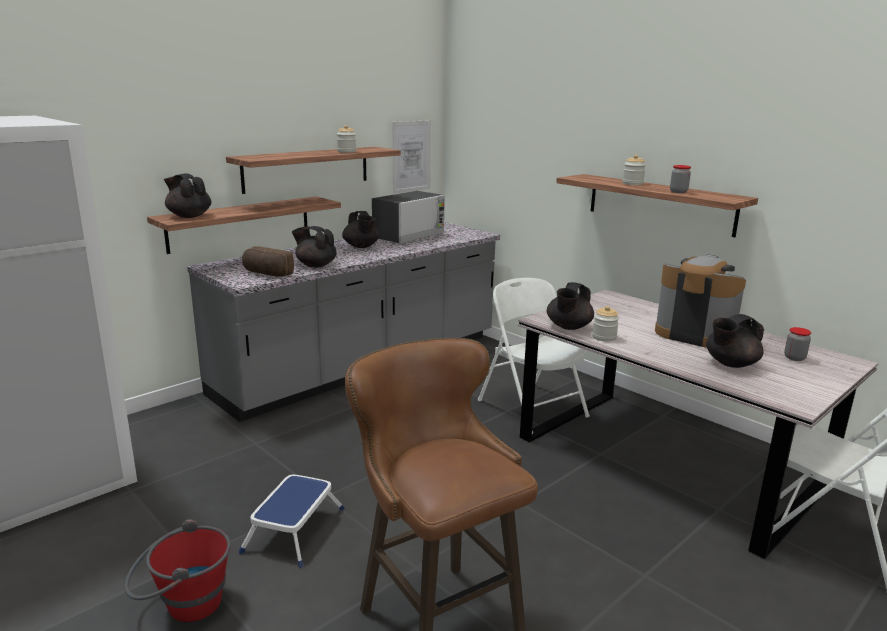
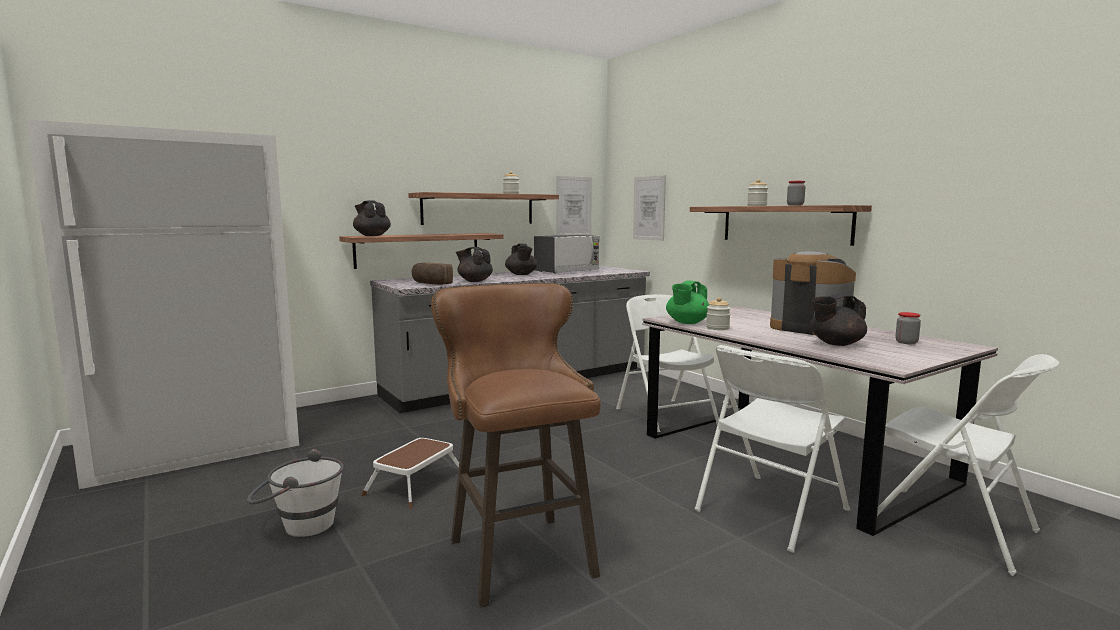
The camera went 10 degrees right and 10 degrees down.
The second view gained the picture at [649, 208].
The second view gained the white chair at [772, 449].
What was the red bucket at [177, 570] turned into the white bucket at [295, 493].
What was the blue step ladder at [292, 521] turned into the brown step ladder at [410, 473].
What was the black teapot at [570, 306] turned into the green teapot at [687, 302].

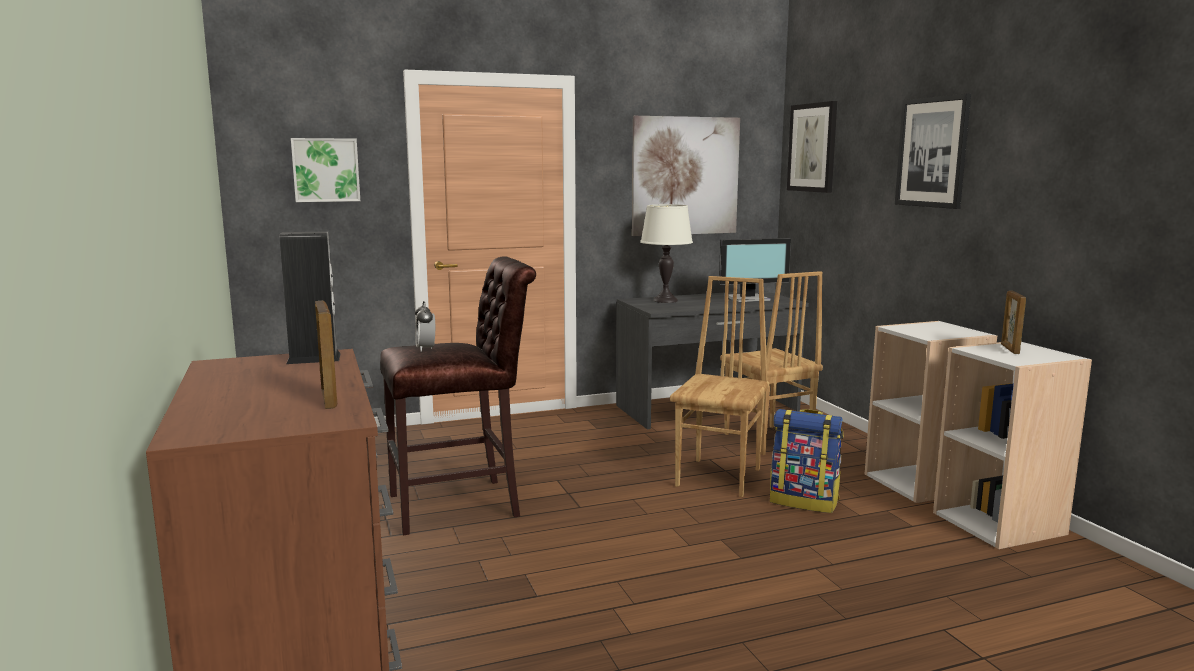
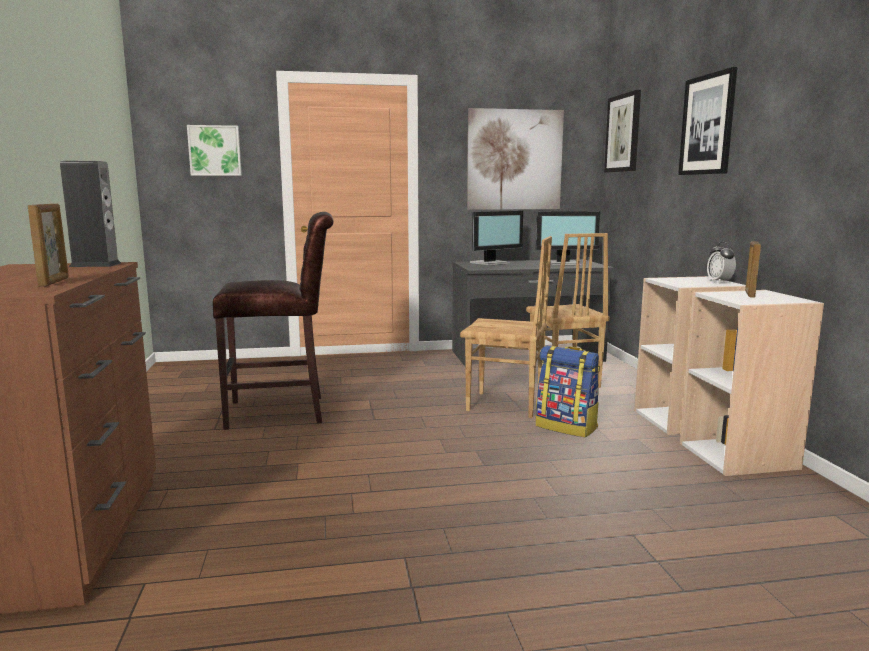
The camera went 10 degrees right and 0 degrees up.
The alarm clock ended up elsewhere, having gone from [425, 326] to [721, 262].
Where the white table lamp stood at [666, 253], the monitor came to stand at [496, 238].
The brown chair at [719, 386] ended up facing another way, 75 degrees clockwise from before.

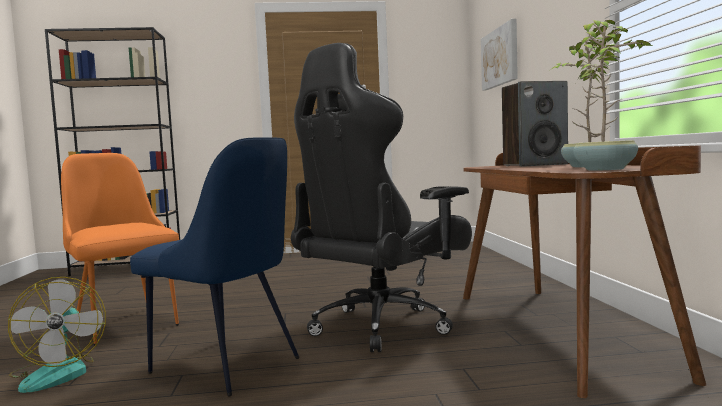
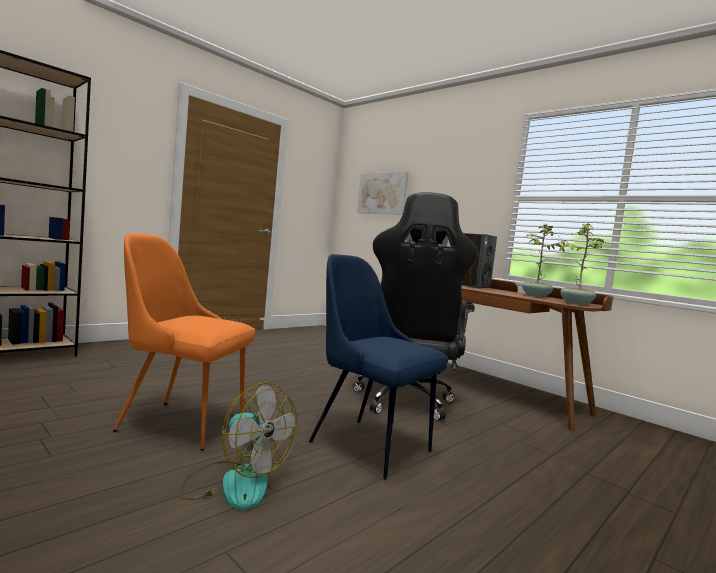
The camera went 40 degrees left and 0 degrees up.
The blue chair at [214, 266] ended up facing another way, 135 degrees counterclockwise from before.

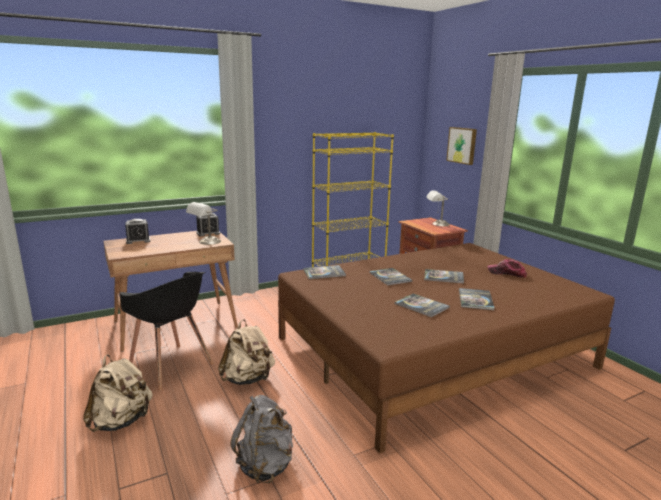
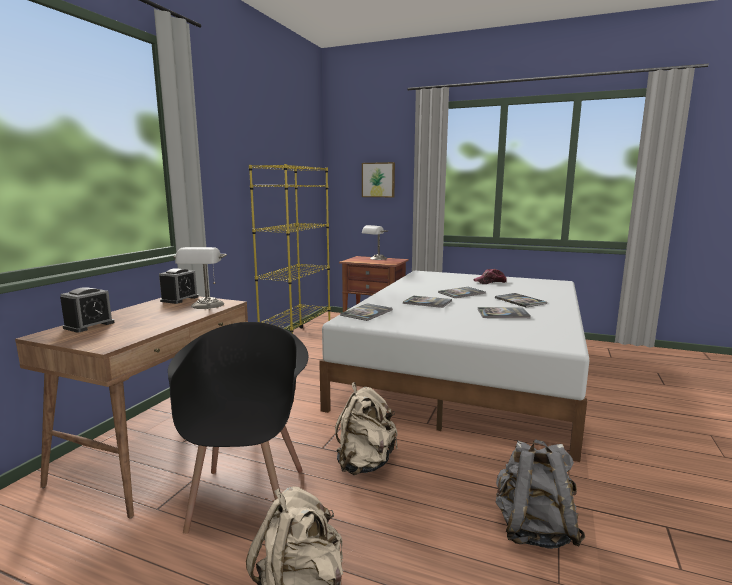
The camera went 40 degrees left and 5 degrees down.
What was the brown bed at [446, 348] turned into the white bed at [454, 366].
The black chair at [167, 331] ended up facing another way, 90 degrees counterclockwise from before.

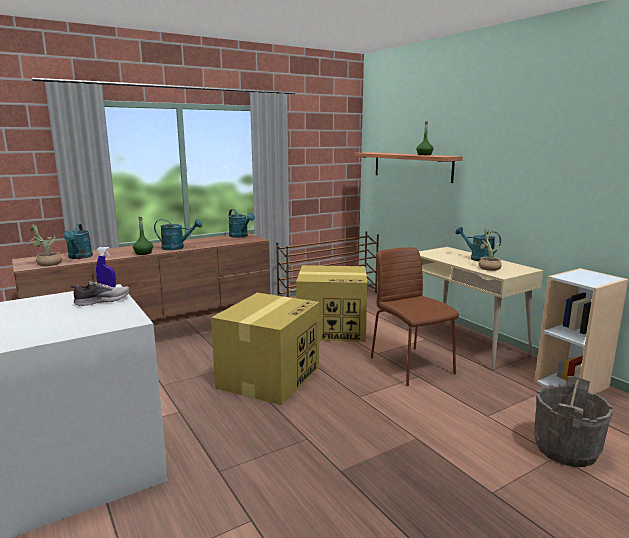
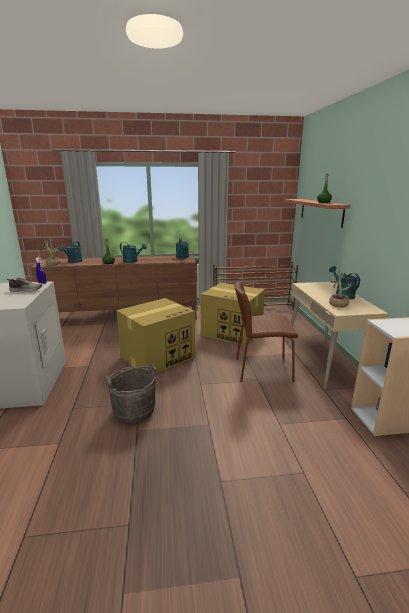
The camera went 25 degrees right and 5 degrees up.
The grey bucket ended up elsewhere, having gone from [573, 421] to [131, 393].
The brown chair at [415, 316] ended up facing another way, 90 degrees counterclockwise from before.

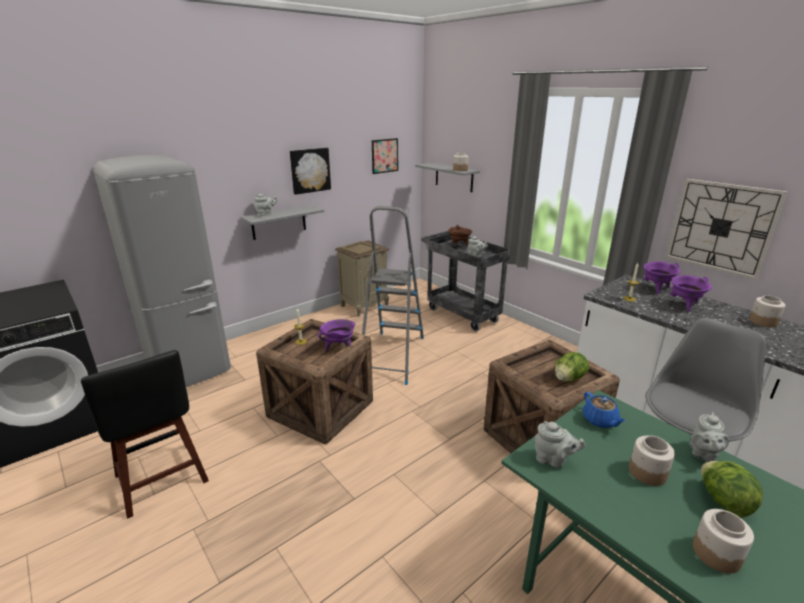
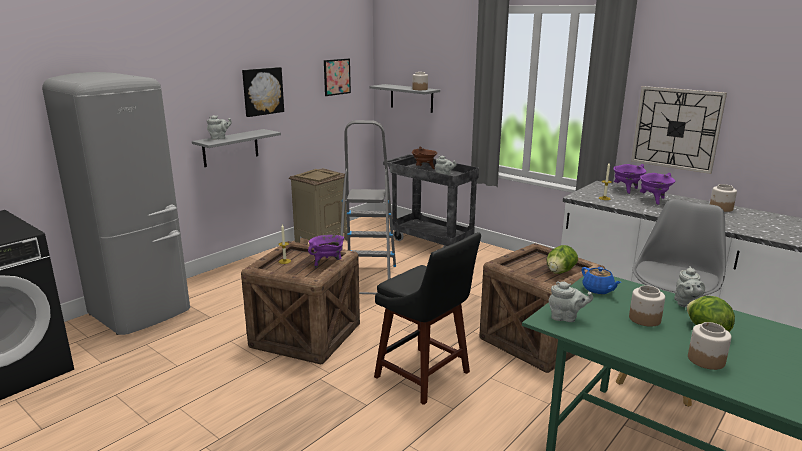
The camera went 10 degrees left and 5 degrees down.
The black chair ended up elsewhere, having gone from [145, 434] to [427, 318].

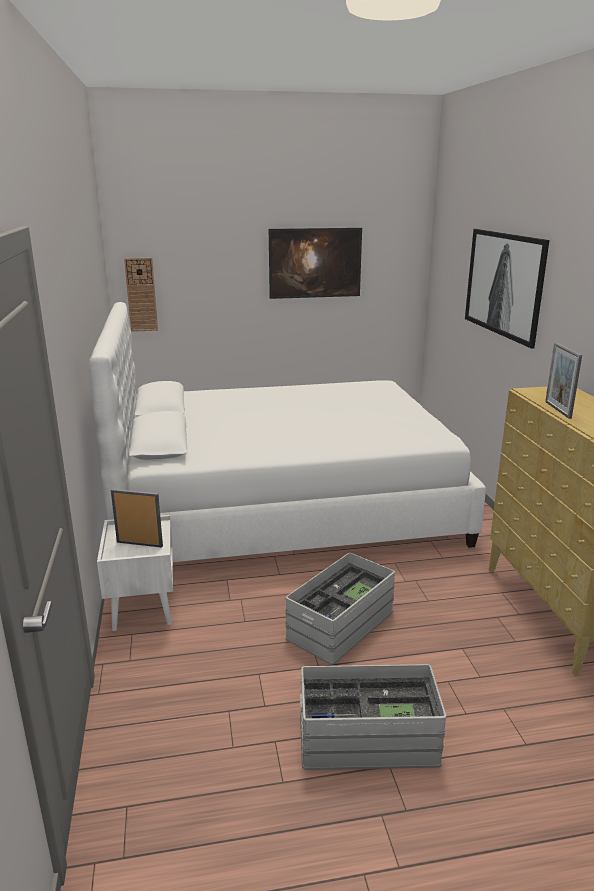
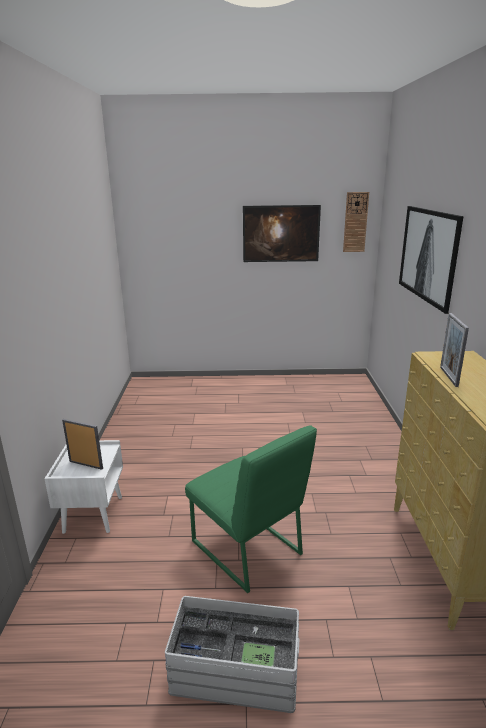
The camera went 10 degrees right and 0 degrees up.
The second view lost the white bed at [287, 432].
The wall clock ended up elsewhere, having gone from [141, 295] to [356, 222].
Where the grey storage box stood at [340, 609], the green chair came to stand at [251, 509].

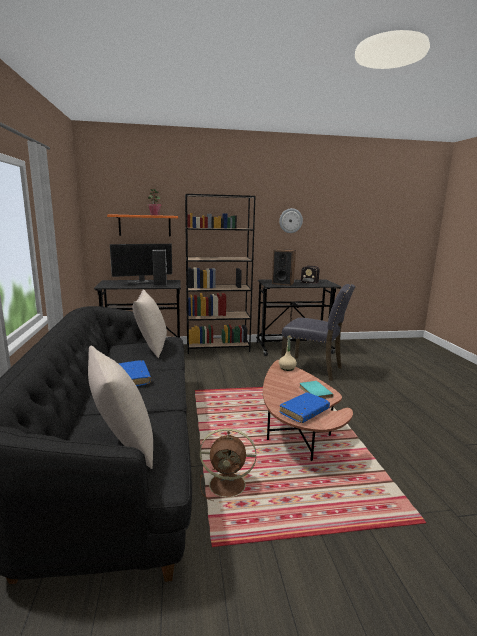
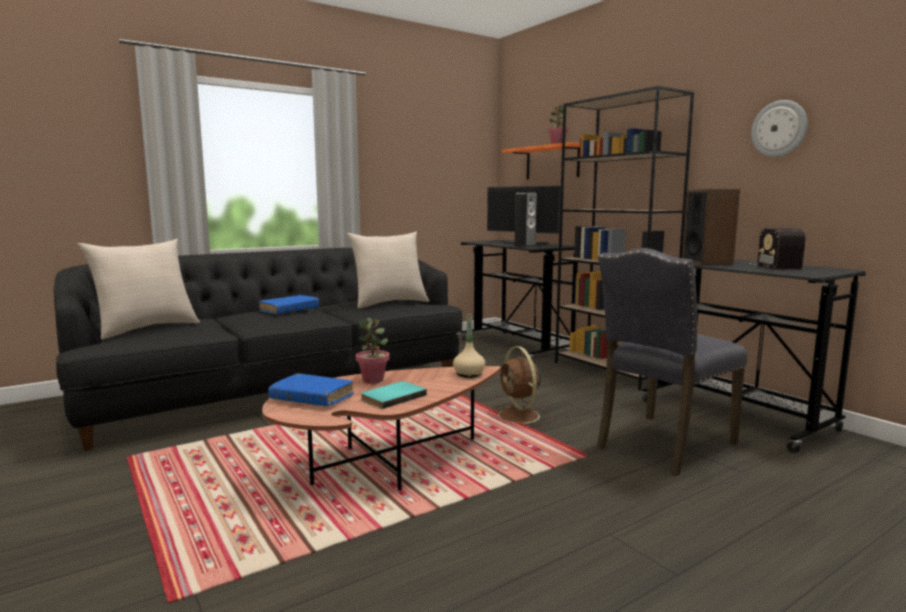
The camera went 65 degrees right and 5 degrees down.
The second view gained the potted plant at [373, 350].
The brown fan ended up elsewhere, having gone from [228, 464] to [520, 387].
The grey chair at [318, 332] ended up facing another way, 45 degrees clockwise from before.

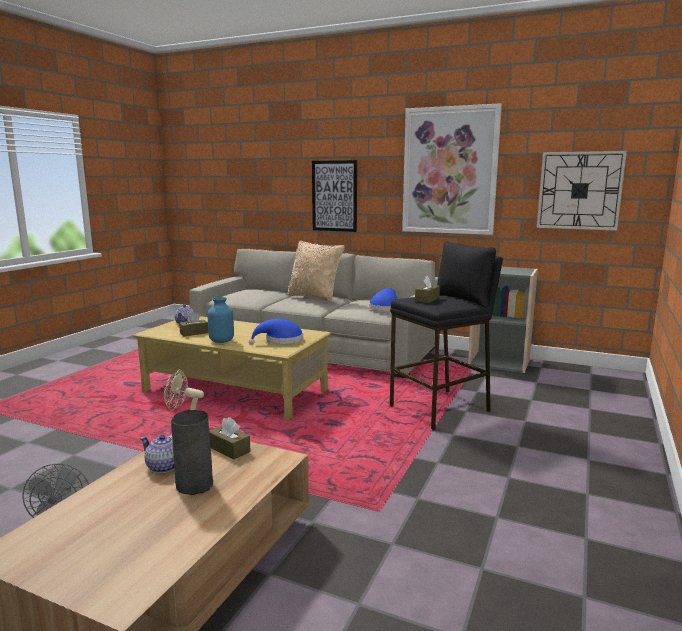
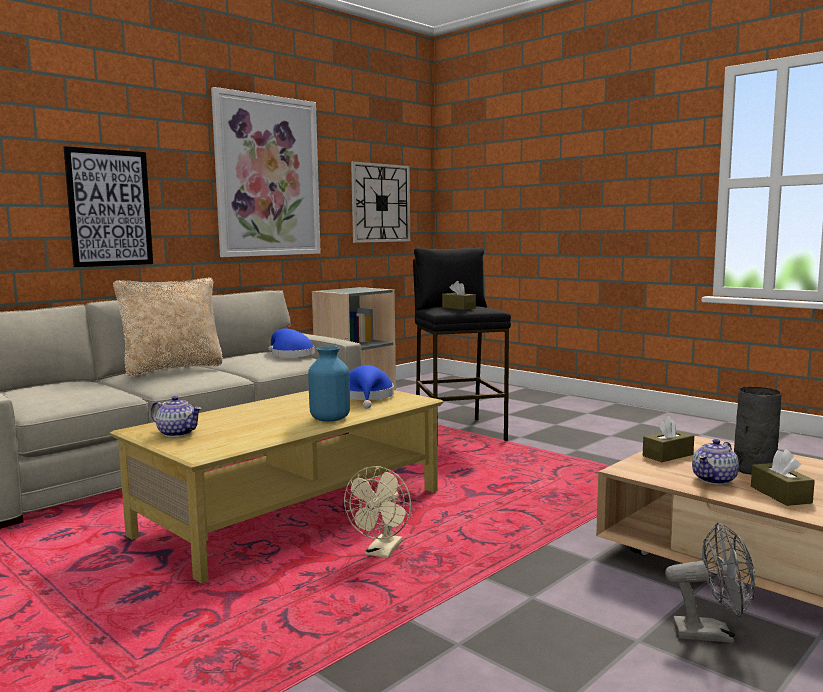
The camera went 70 degrees left and 5 degrees down.
The brown tissue box ended up elsewhere, having gone from [194, 324] to [783, 477].

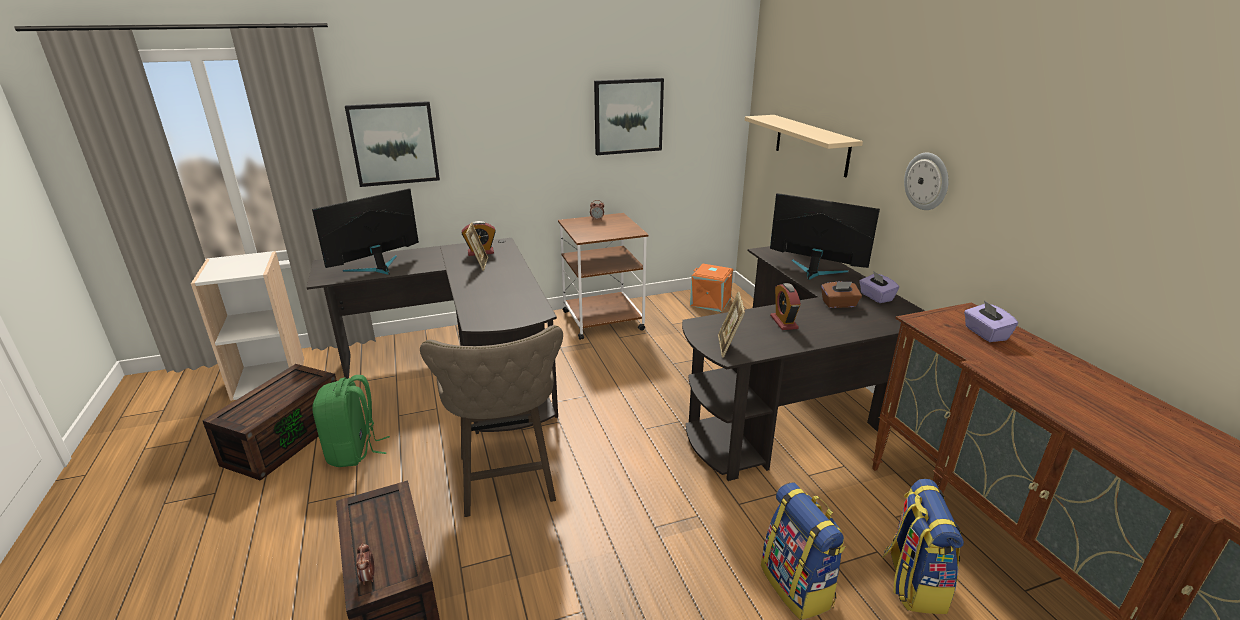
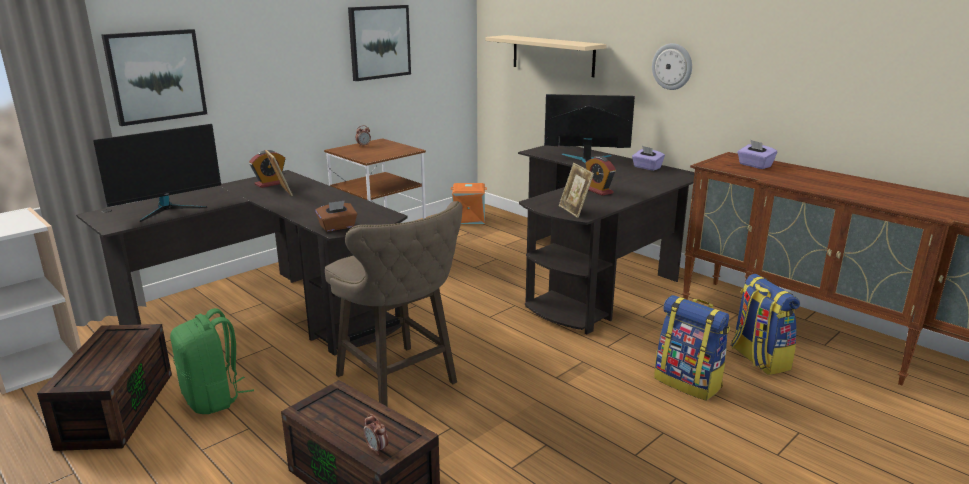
The camera went 25 degrees left and 5 degrees down.
The brown tissue box ended up elsewhere, having gone from [841, 295] to [336, 216].
The monitor at [365, 231] ended up facing another way, 150 degrees counterclockwise from before.

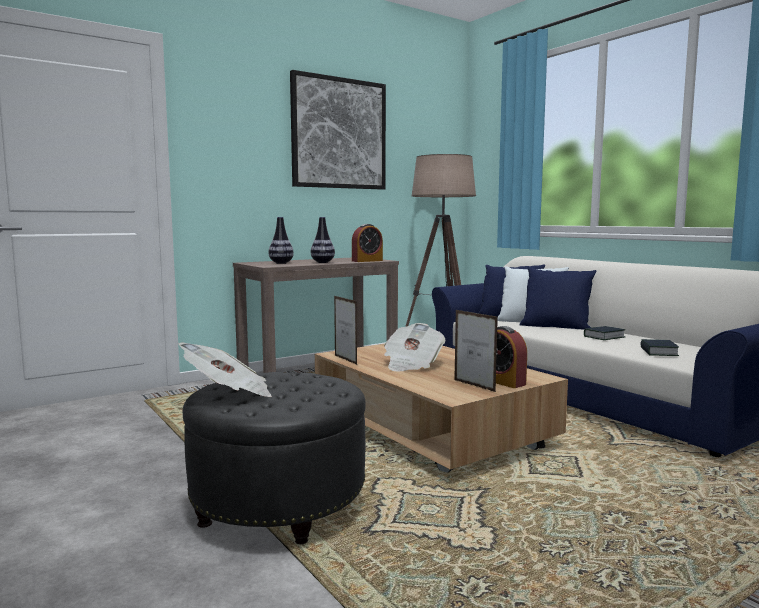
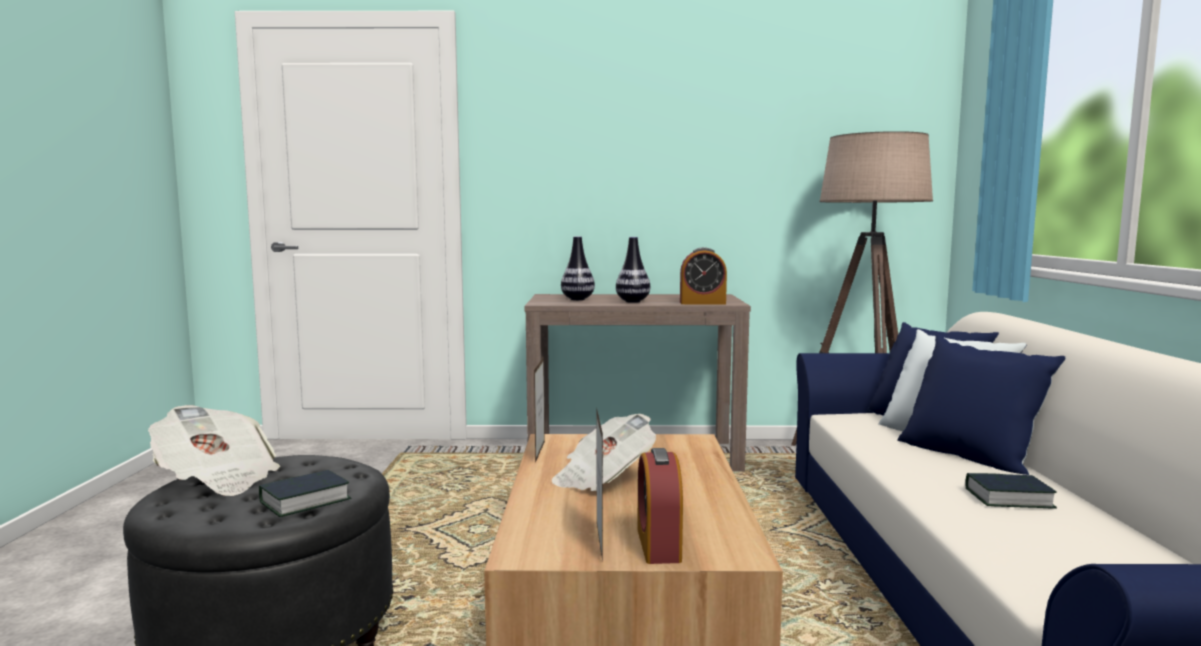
The camera went 35 degrees right and 0 degrees up.
The second view lost the picture at [338, 130].
The book ended up elsewhere, having gone from [659, 347] to [305, 493].

